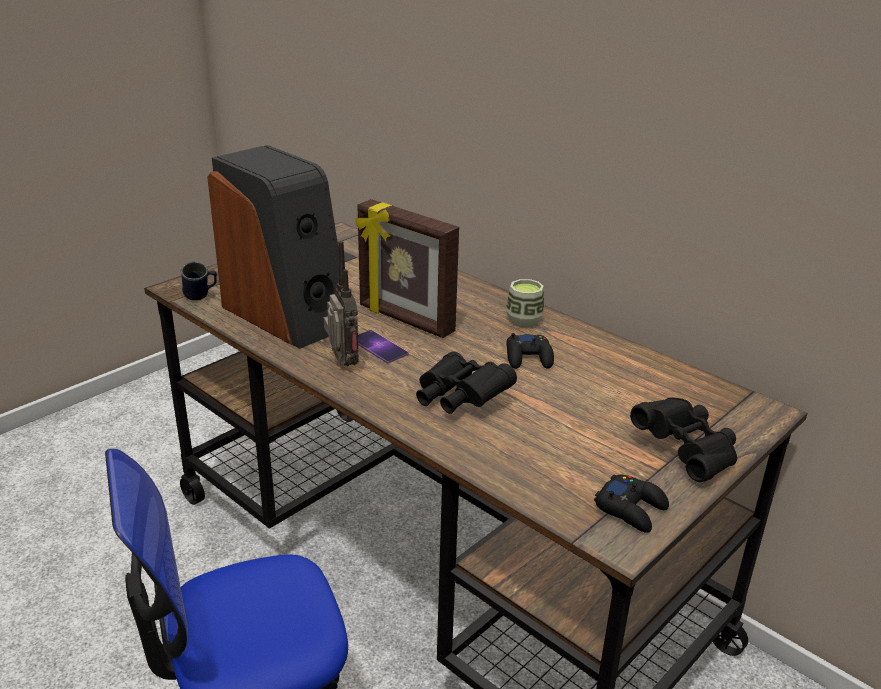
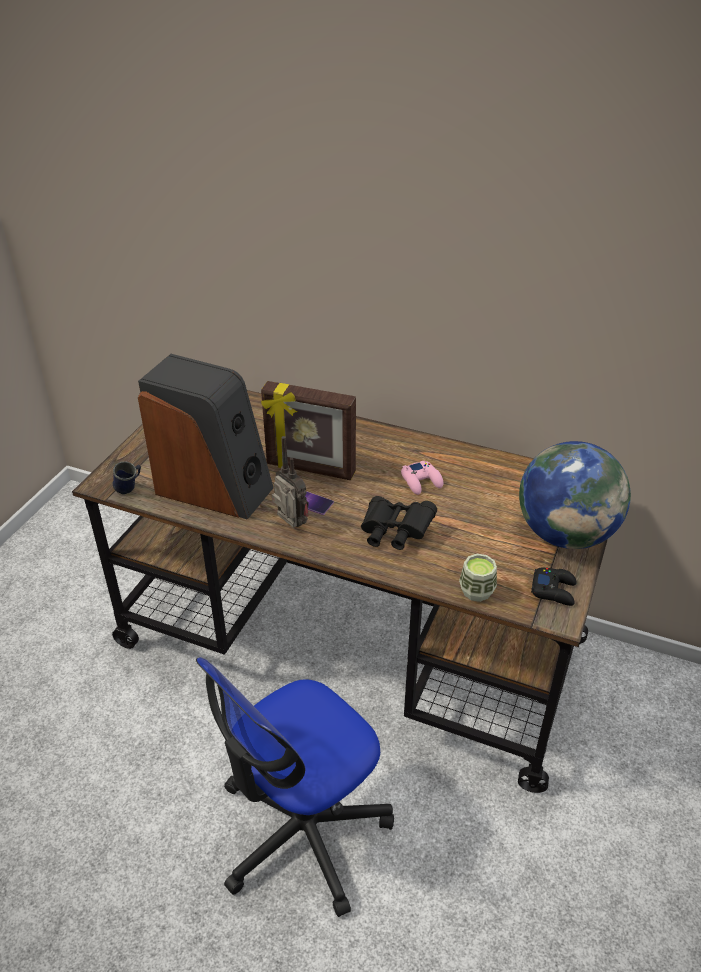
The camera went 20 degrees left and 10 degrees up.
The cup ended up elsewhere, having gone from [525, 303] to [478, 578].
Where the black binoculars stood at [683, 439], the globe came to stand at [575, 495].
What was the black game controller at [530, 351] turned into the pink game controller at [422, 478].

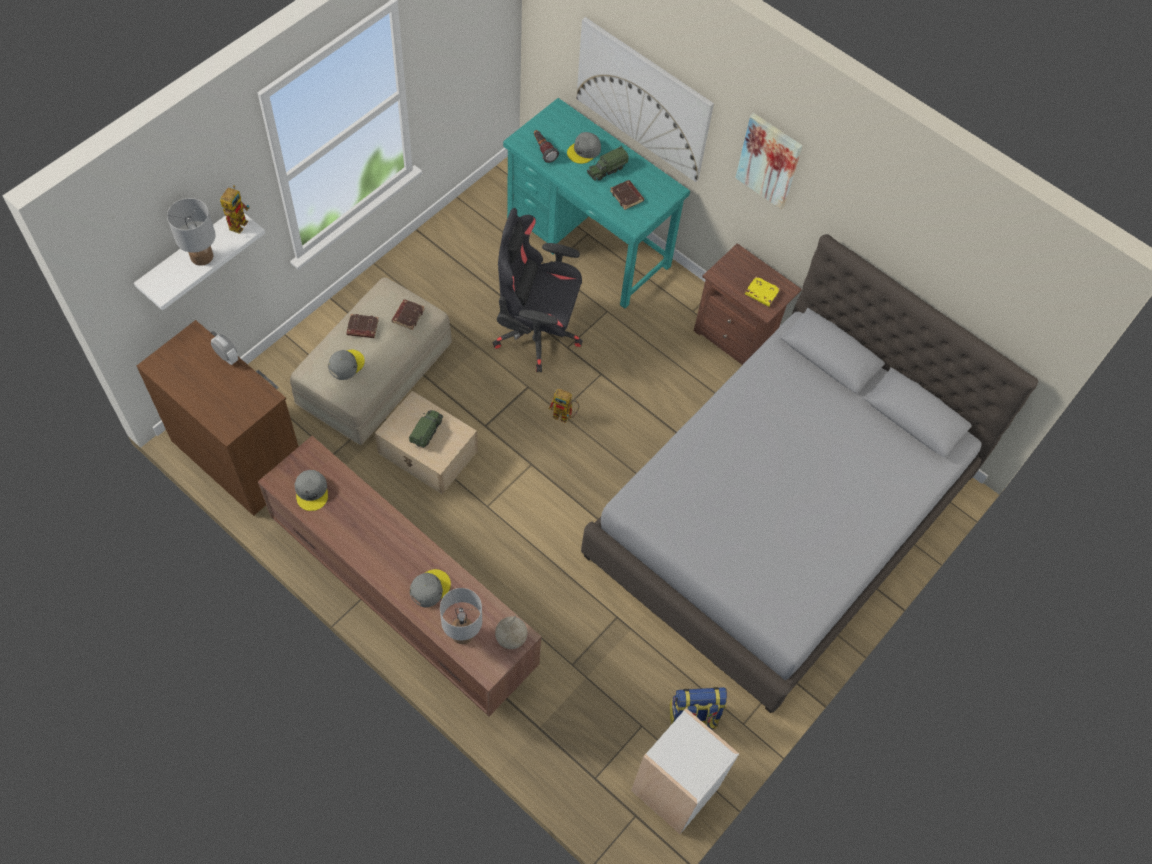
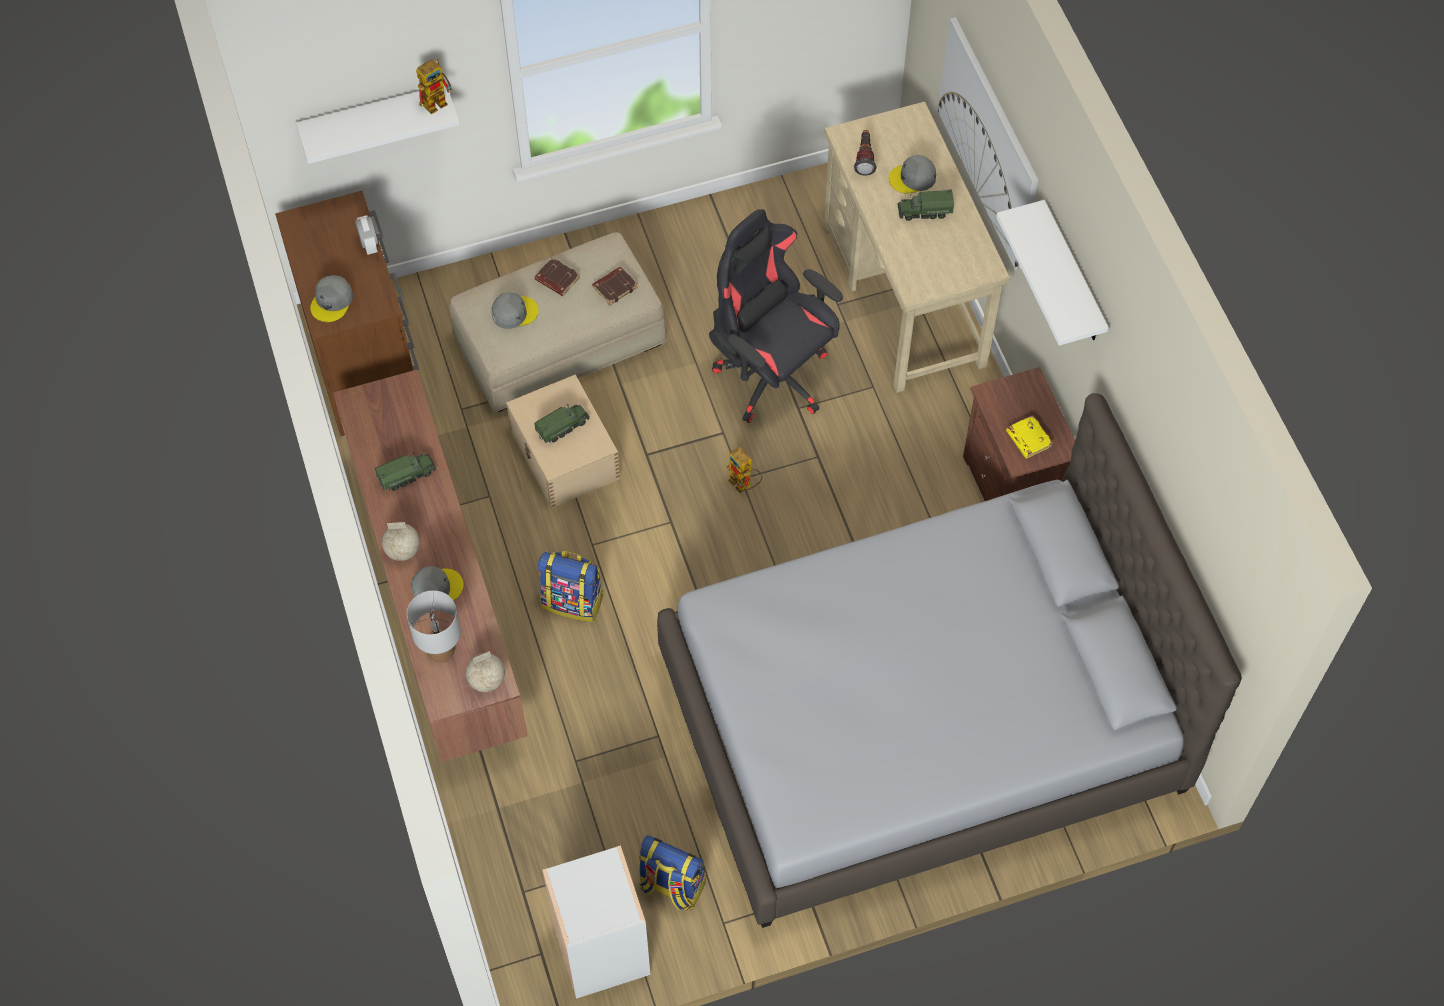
The camera went 35 degrees right and 0 degrees up.
The second view lost the grey table lamp at [191, 232].
The second view lost the brown book at [627, 195].
The second view gained the toy truck at [405, 471].
The second view gained the globe at [401, 541].
The second view gained the backpack at [571, 586].
The grey cap ended up elsewhere, having gone from [311, 490] to [331, 298].
Where the picture hung at [769, 161], the white shelf came to hang at [1052, 273].
What was the turquoise desk at [596, 203] turned into the beige desk at [917, 247].

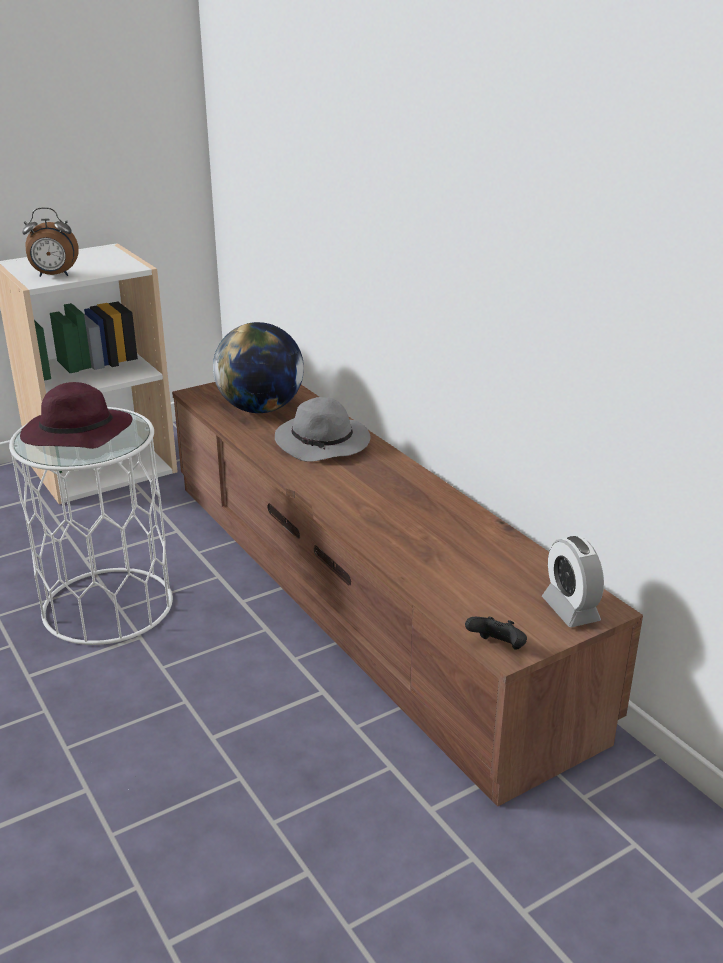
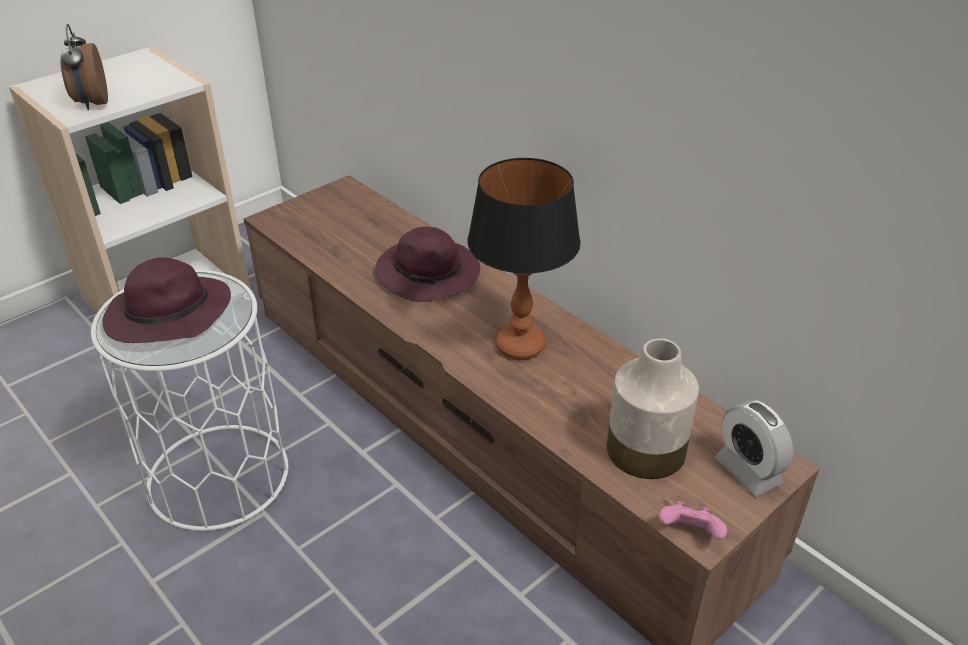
The camera went 10 degrees left and 10 degrees up.
The second view lost the globe at [258, 367].
The second view gained the table lamp at [524, 259].
The second view gained the beige vase at [653, 408].
What was the grey hat at [323, 429] turned into the purple hat at [428, 264].
What was the black game controller at [496, 633] turned into the pink game controller at [693, 520].
The alarm clock at [50, 242] ended up facing another way, 90 degrees clockwise from before.

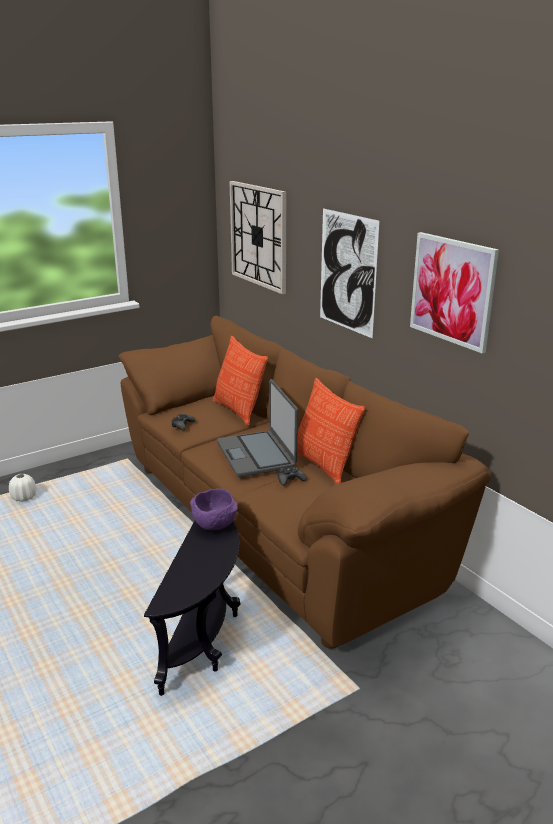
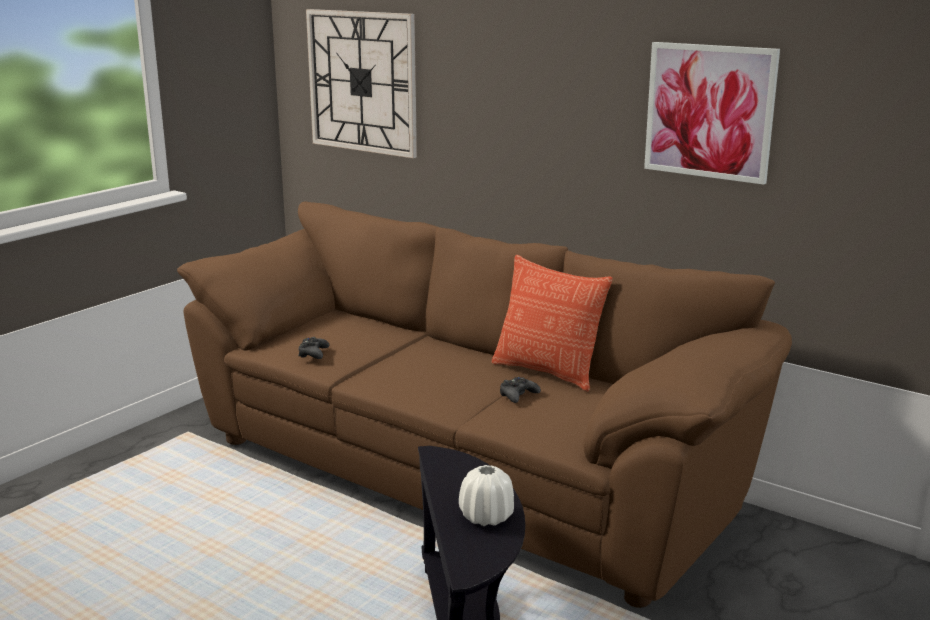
The camera went 20 degrees left and 5 degrees down.
The second view lost the purple bowl at [214, 509].
The second view lost the orange pillow at [240, 381].
The second view lost the laptop at [257, 428].
The second view lost the picture at [350, 273].
The white vase ended up elsewhere, having gone from [23, 488] to [486, 495].

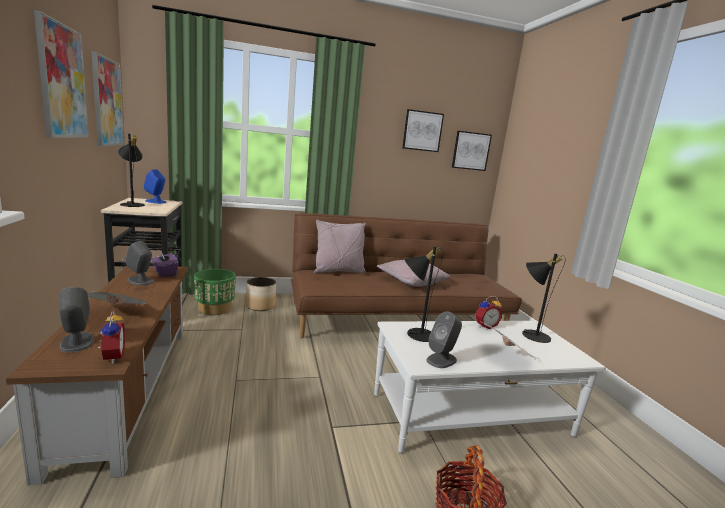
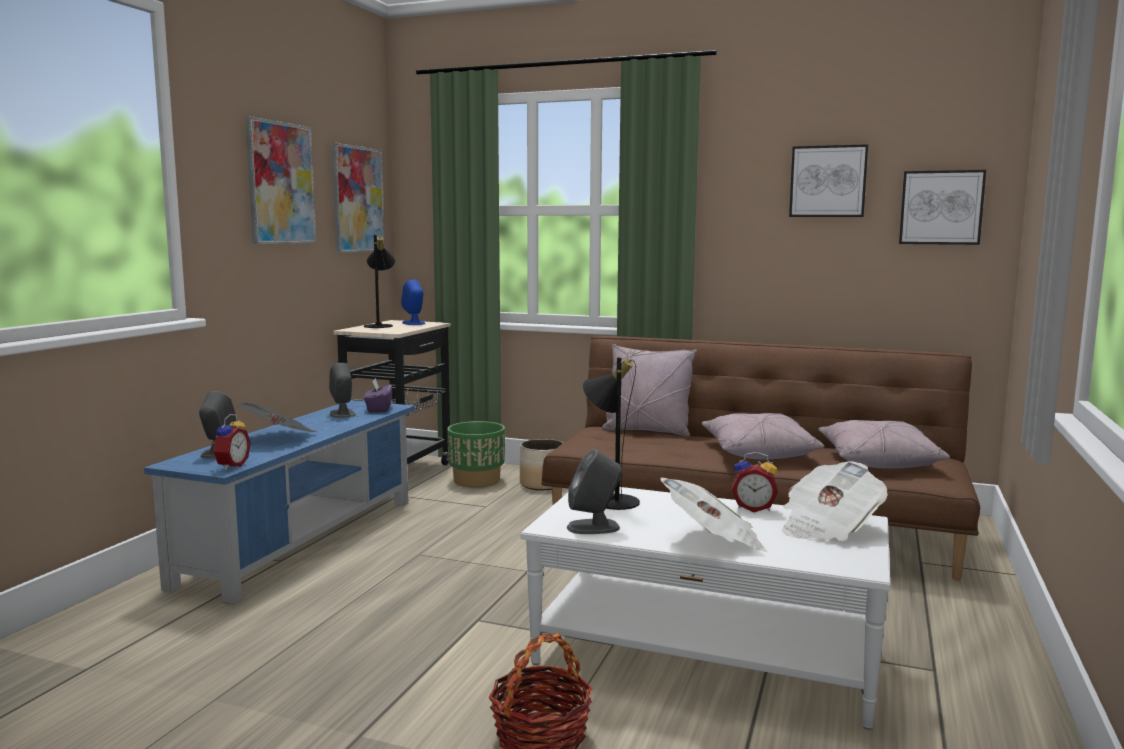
The camera went 35 degrees right and 5 degrees down.
The second view gained the purple pillow at [884, 444].
Where the black table lamp stood at [544, 298], the newspaper came to stand at [835, 501].
What was the brown tv stand at [97, 376] turned into the blue tv stand at [279, 502].

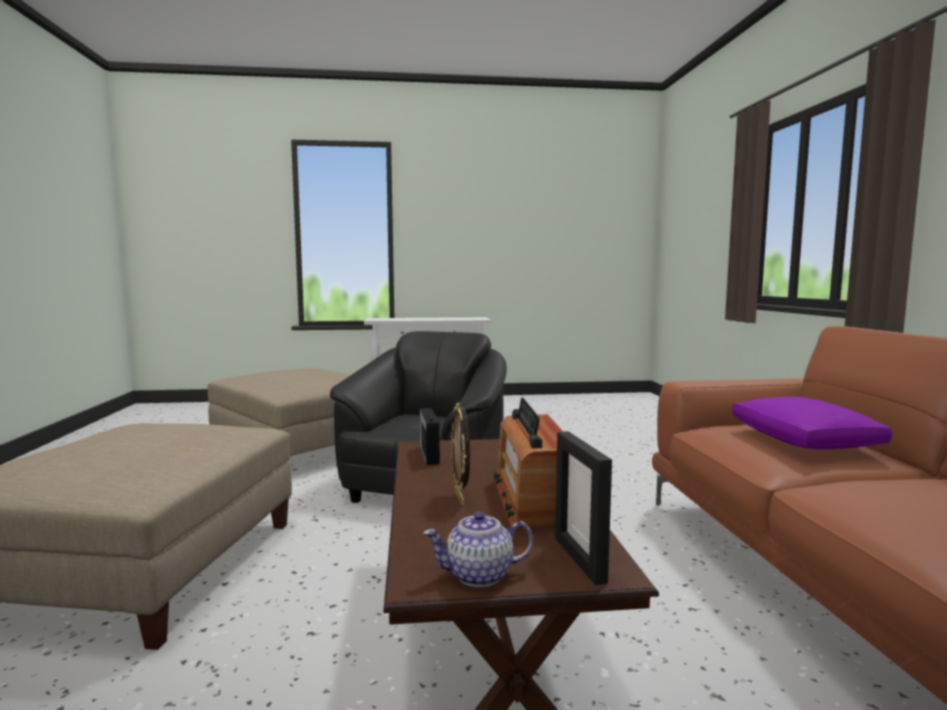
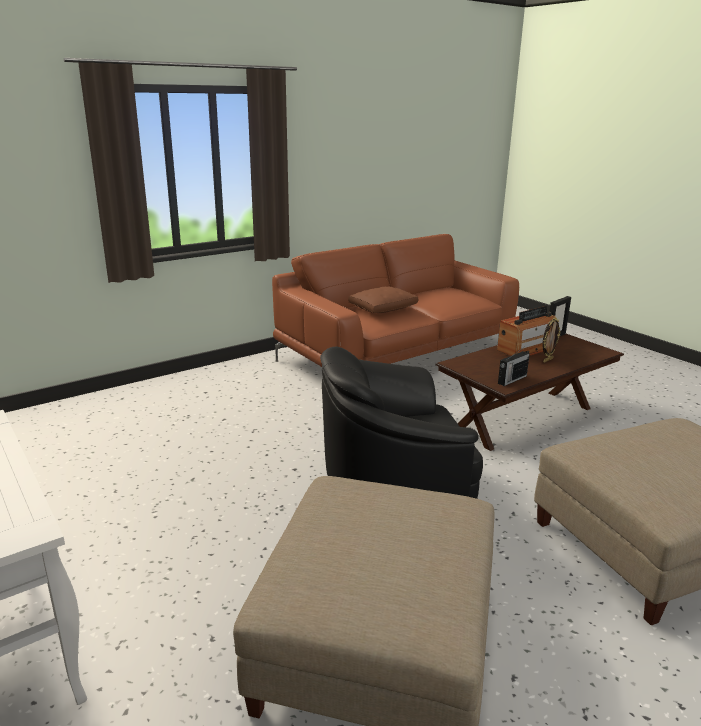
The camera went 120 degrees left and 15 degrees up.
The second view lost the teapot at [478, 549].
What was the purple pillow at [812, 423] turned into the brown pillow at [383, 300].

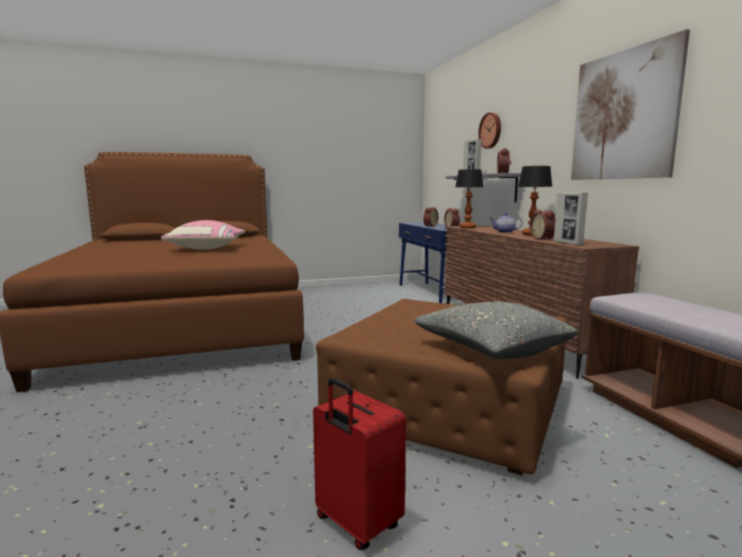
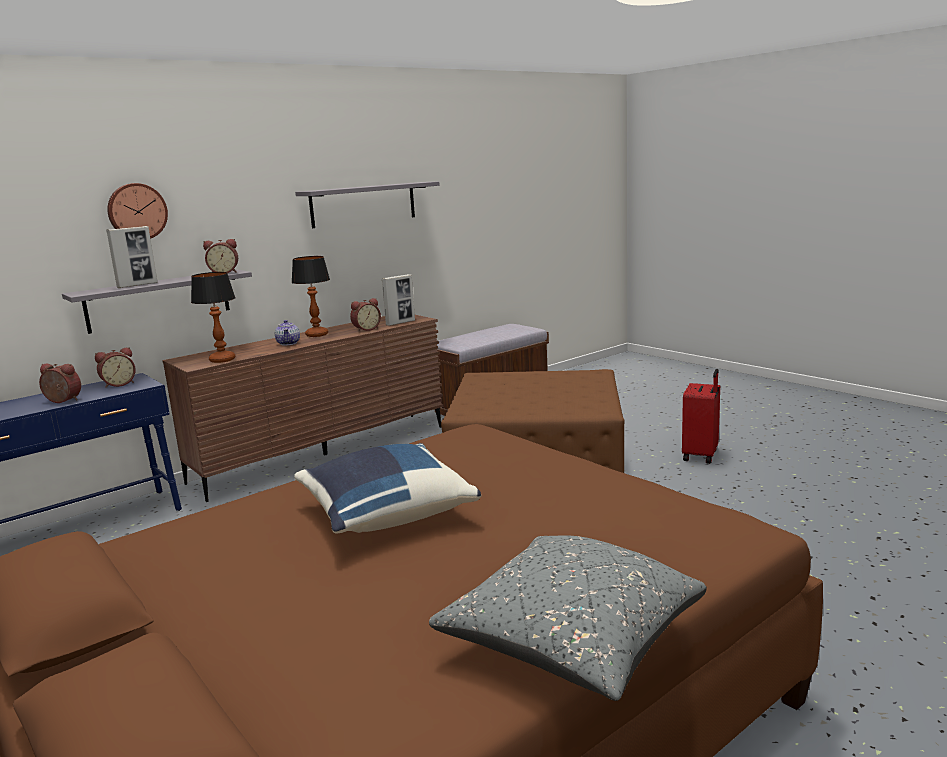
The camera went 110 degrees left and 5 degrees up.
The grey pillow ended up elsewhere, having gone from [496, 330] to [568, 618].
Where the picture hung at [630, 104], the grey shelf came to hang at [367, 205].
What was the pink pillow at [203, 235] turned into the blue pillow at [387, 488].

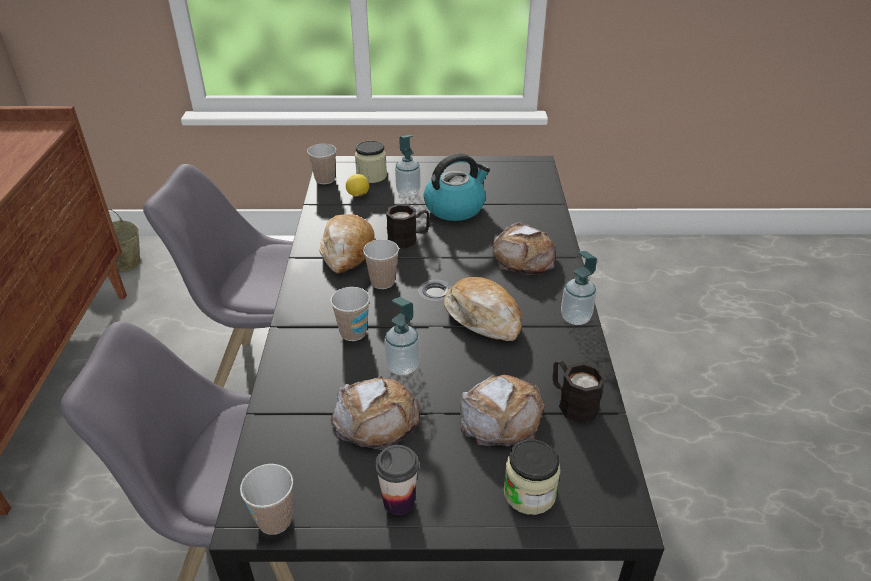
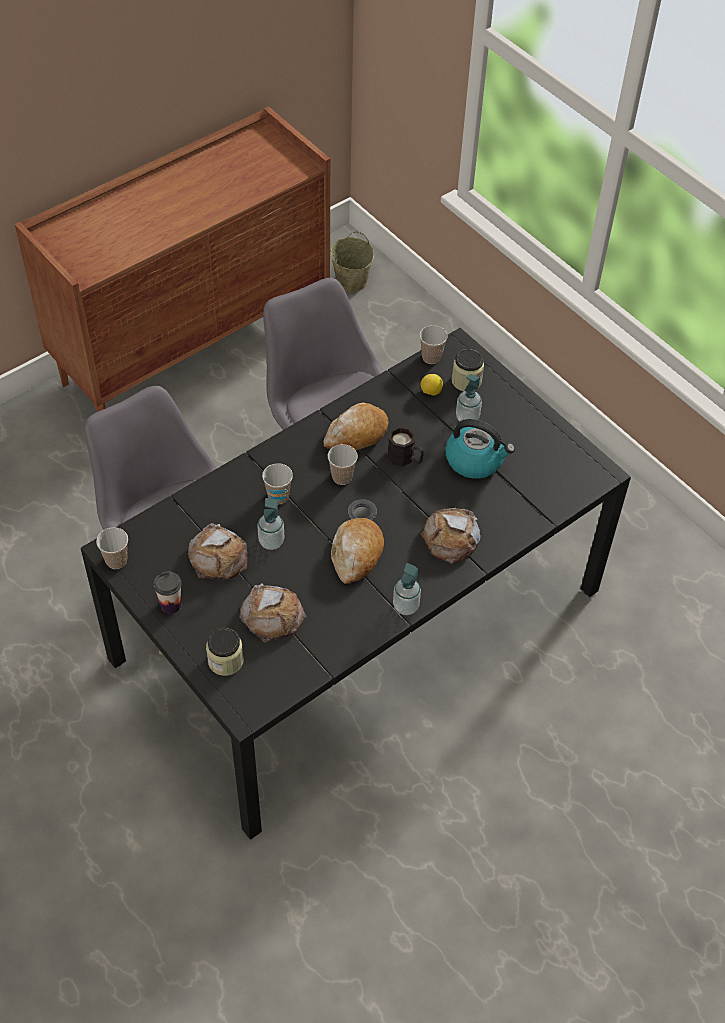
The camera went 50 degrees right and 15 degrees up.
The second view lost the black mug at [579, 391].

